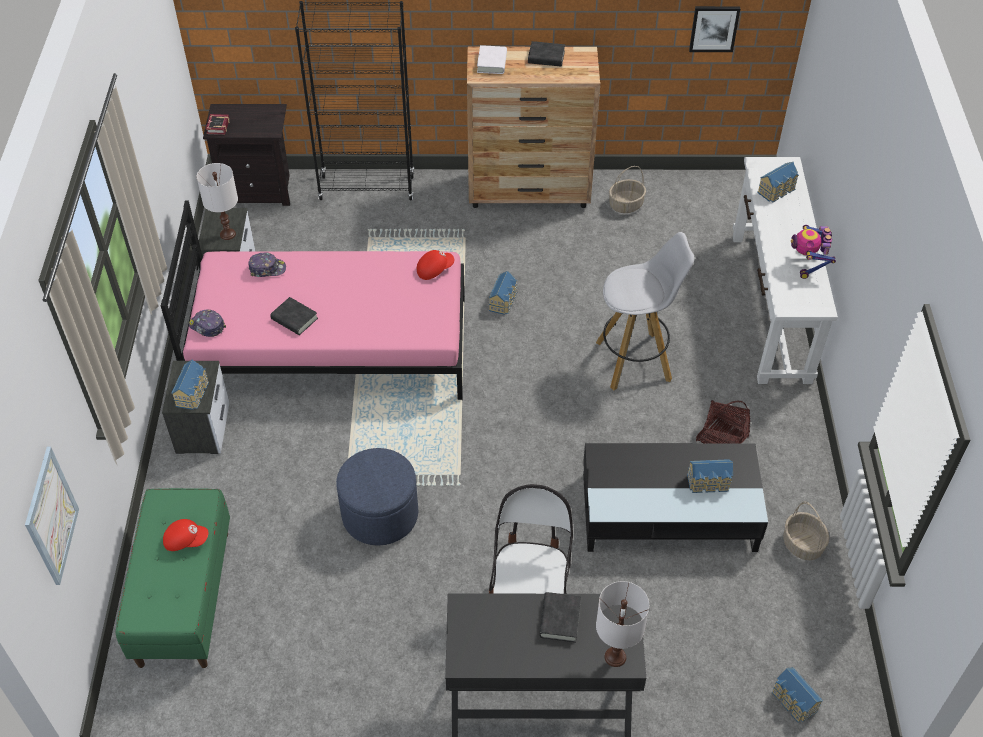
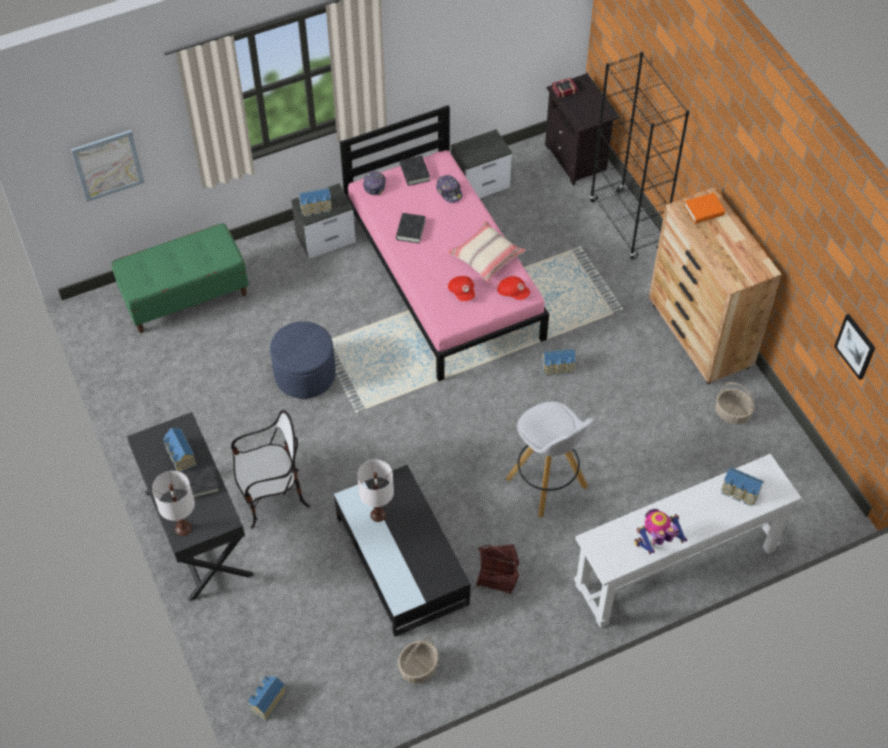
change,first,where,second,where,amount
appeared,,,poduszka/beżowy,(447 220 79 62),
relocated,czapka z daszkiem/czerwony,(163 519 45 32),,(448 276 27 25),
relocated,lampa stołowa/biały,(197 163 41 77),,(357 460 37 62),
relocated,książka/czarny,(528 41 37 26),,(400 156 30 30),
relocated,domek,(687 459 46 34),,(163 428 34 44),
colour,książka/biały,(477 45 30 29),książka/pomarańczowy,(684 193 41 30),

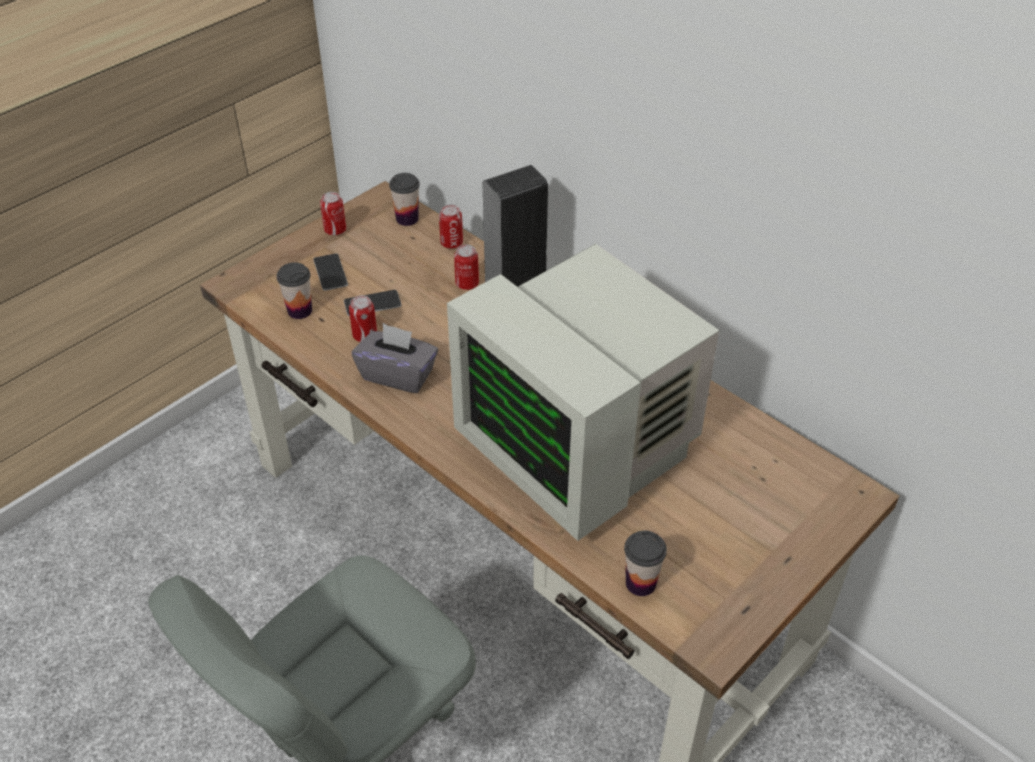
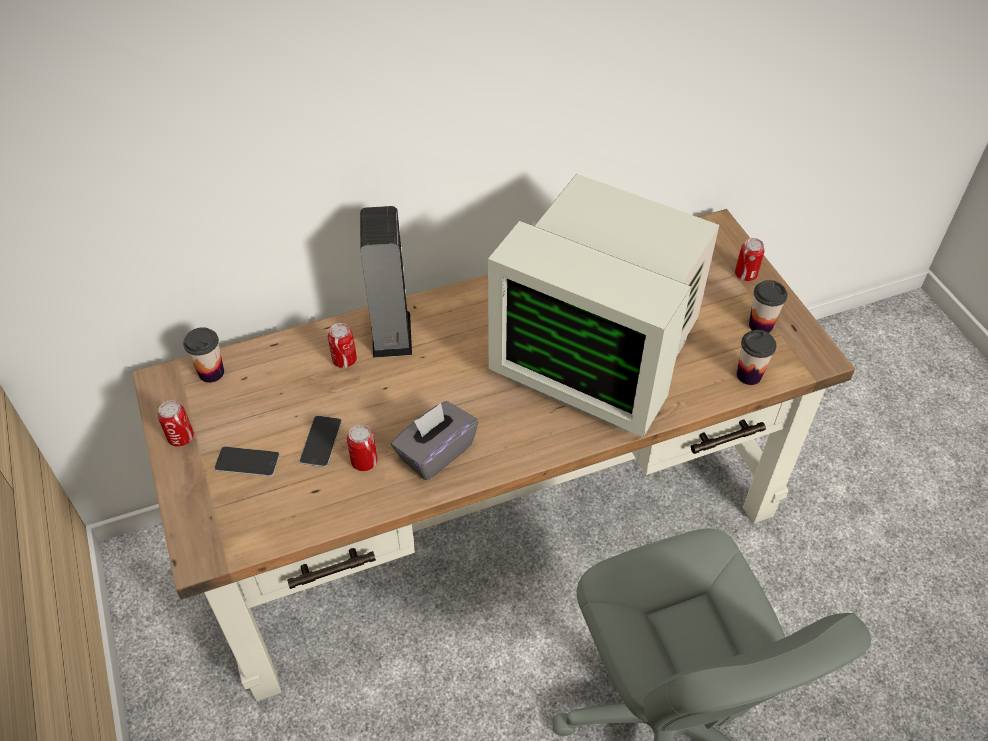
change,first,where,second,where,amount
relocated,filiżanka,(277 262 35 57),,(749 280 38 53),
relocated,puszka,(439 205 24 44),,(735 238 30 43),
spun,monitor,(447 244 272 297),,(488 174 231 263),45 degrees clockwise

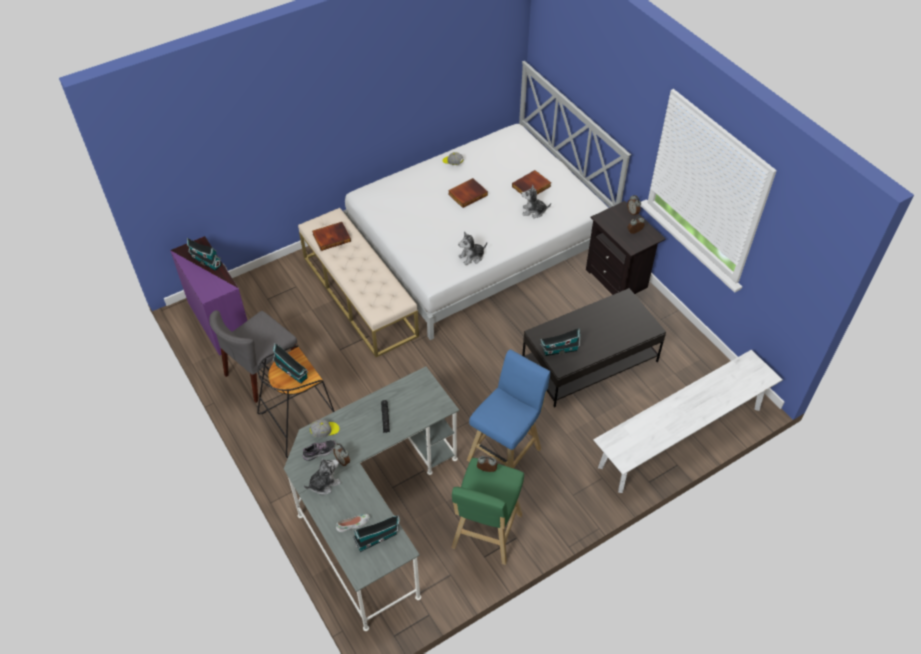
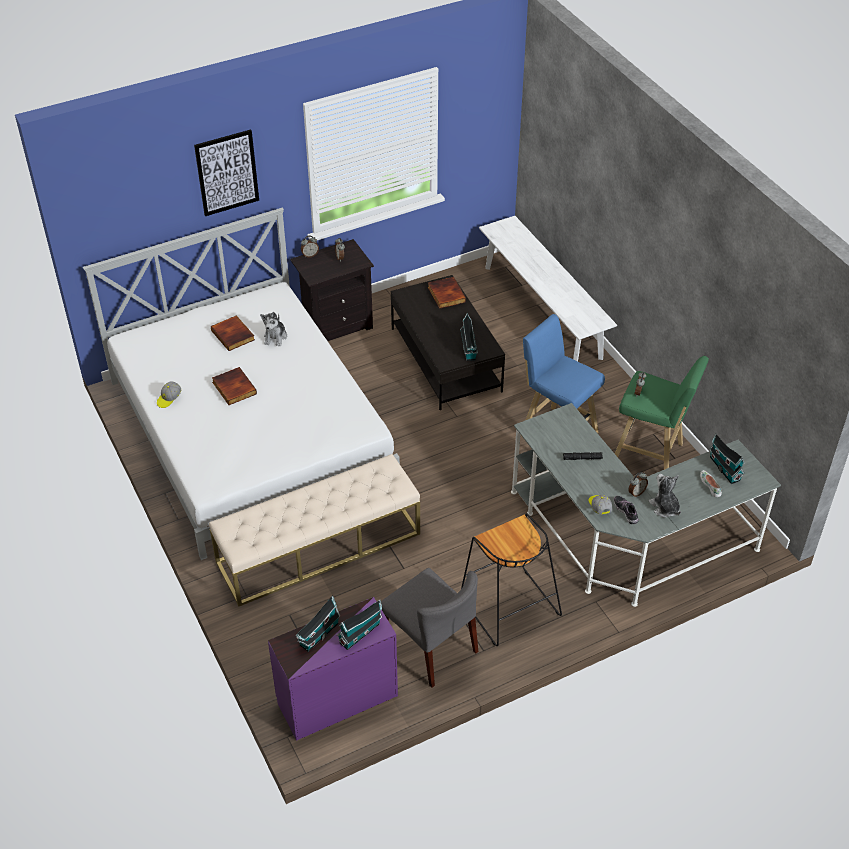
change,first,where,second,where,amount
missing,pluszak,(458 231 29 34),,,
appeared,,,obraz,(194 129 65 87),
relocated,domek,(273 343 35 41),,(337 600 45 50),
relocated,książka,(312 222 39 29),,(428 277 38 32),

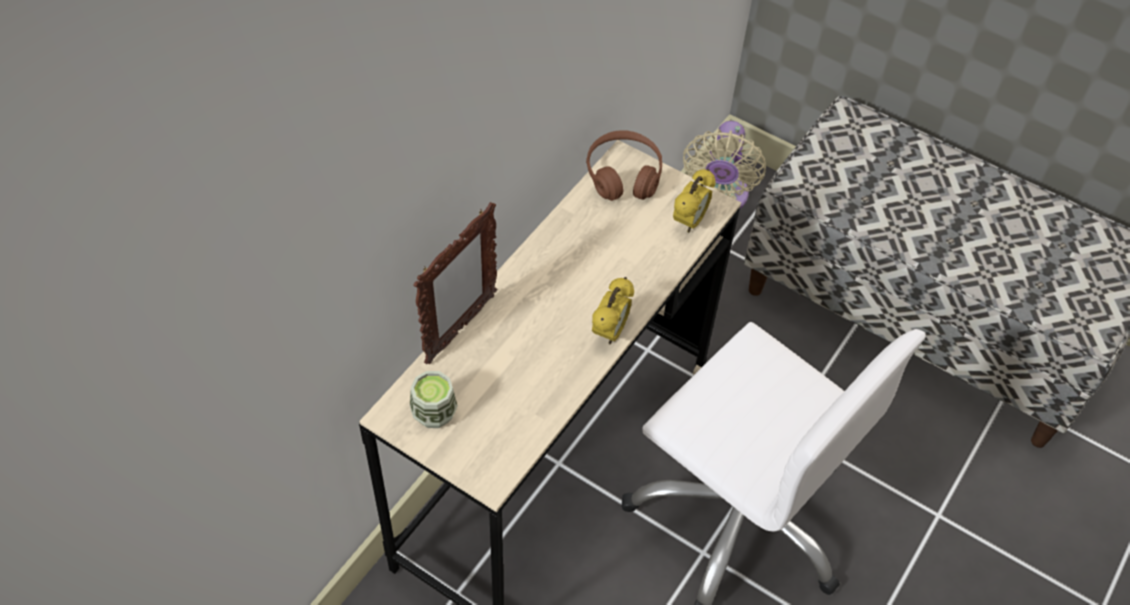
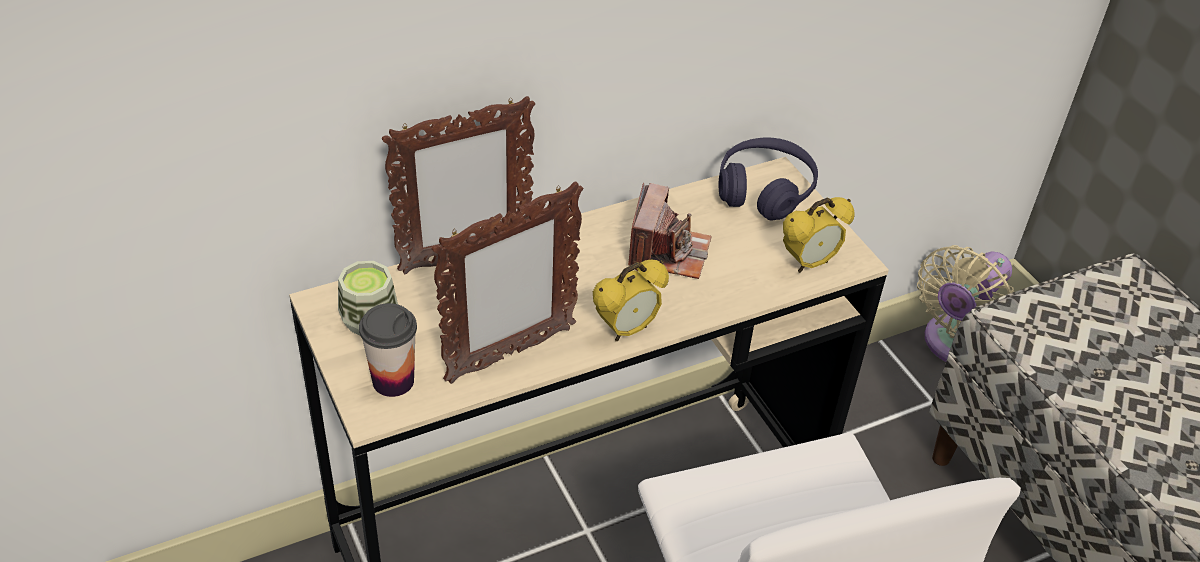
change,first,where,second,where,amount
appeared,,,filiżanka,(359 303 58 94),
appeared,,,ramka na zdjęcie,(431 182 152 202),
appeared,,,aparat fotograficzny,(628 183 84 96),
colour,słuchawki/brązowy,(586 130 76 71),słuchawki/fioletowy,(719 137 99 84),

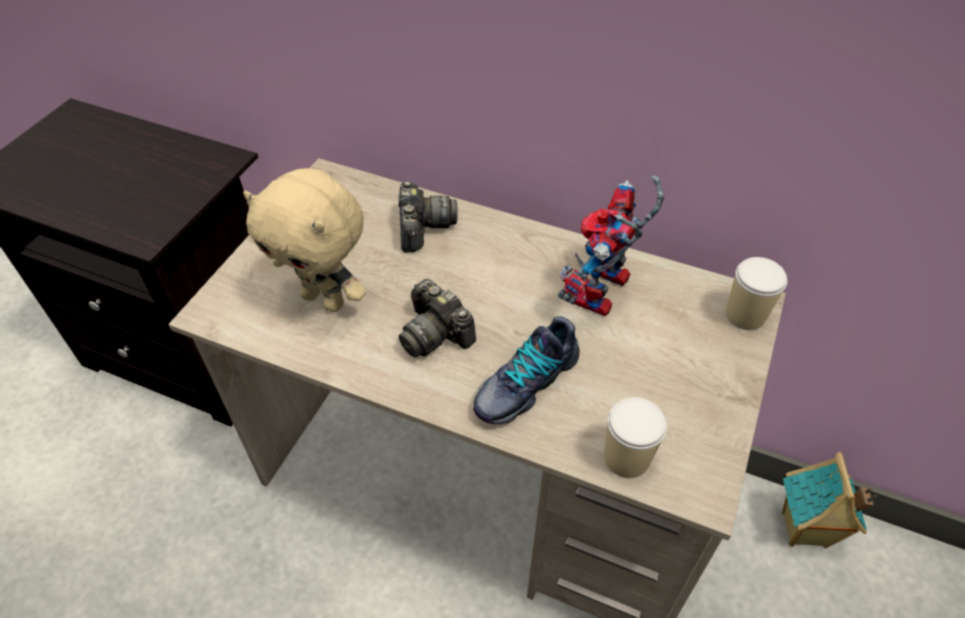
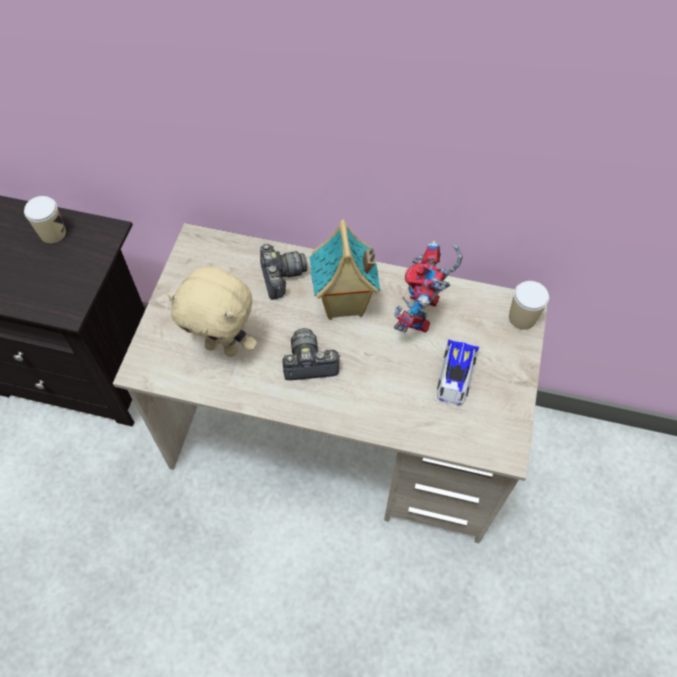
change,first,where,second,where,amount
missing,but,(473 316 107 109),,,
appeared,,,samochodzik,(437 339 42 66),
relocated,filiżanka,(604 397 63 81),,(24 196 42 47),
relocated,domek,(782 452 95 96),,(310 220 71 100),
spun,aparat fotograficzny,(398 279 78 79),,(282 328 59 52),135 degrees clockwise

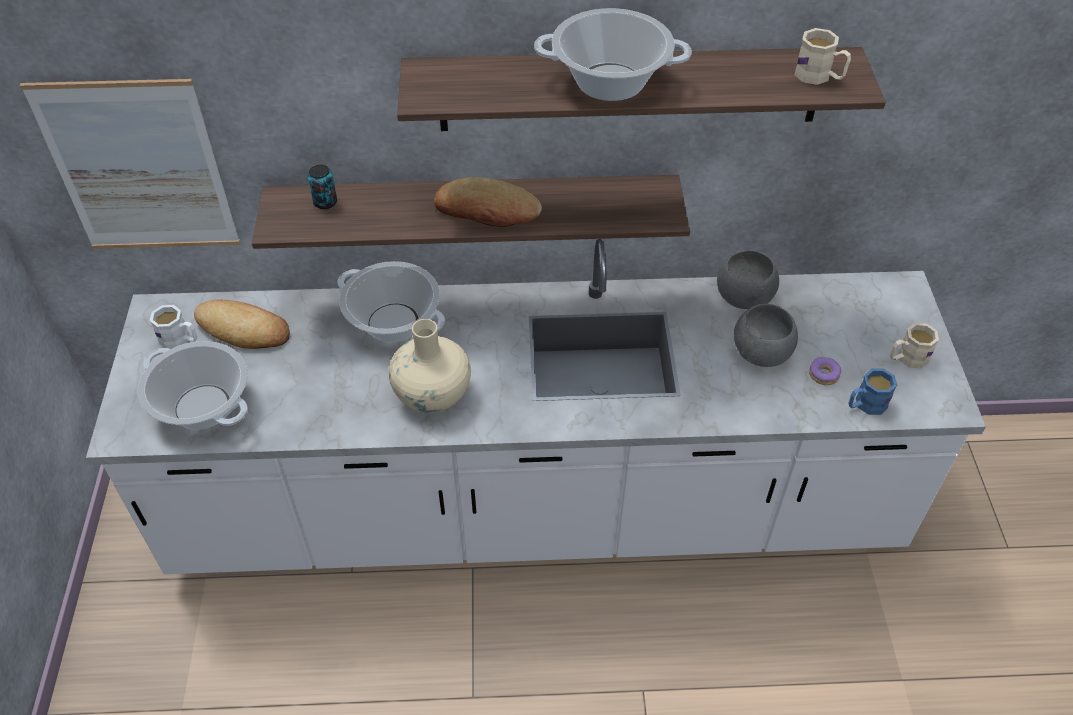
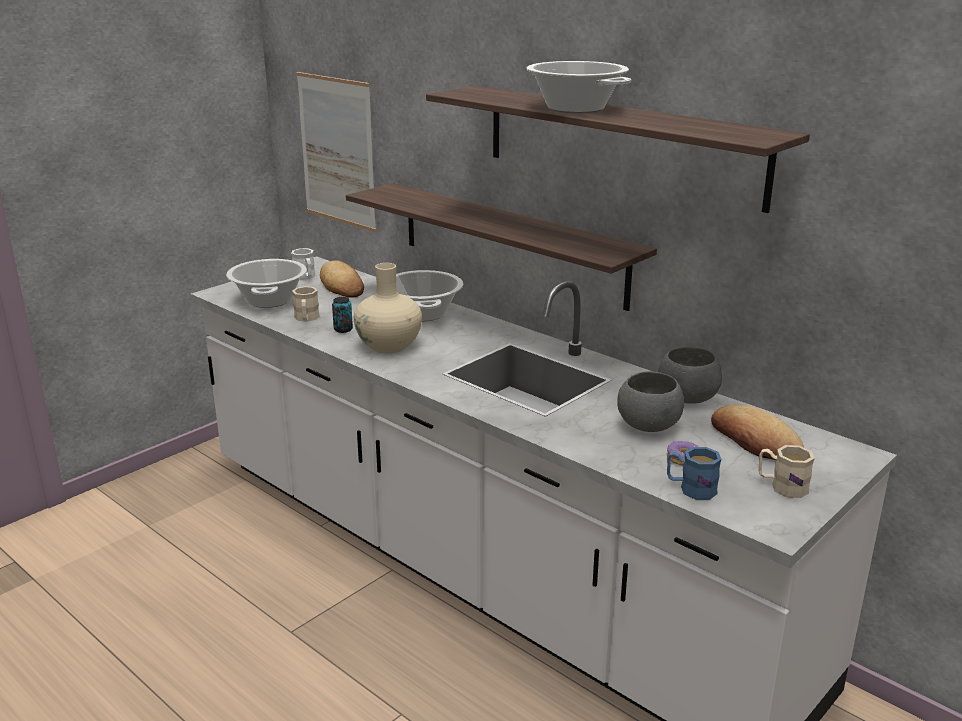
change,first,where,second,where,amount
relocated,puszka,(308 165 29 44),,(332 297 21 36),
relocated,chleb,(434 177 108 50),,(711 404 93 56),
relocated,kubek/beżowy,(795 28 56 57),,(292 286 28 36),

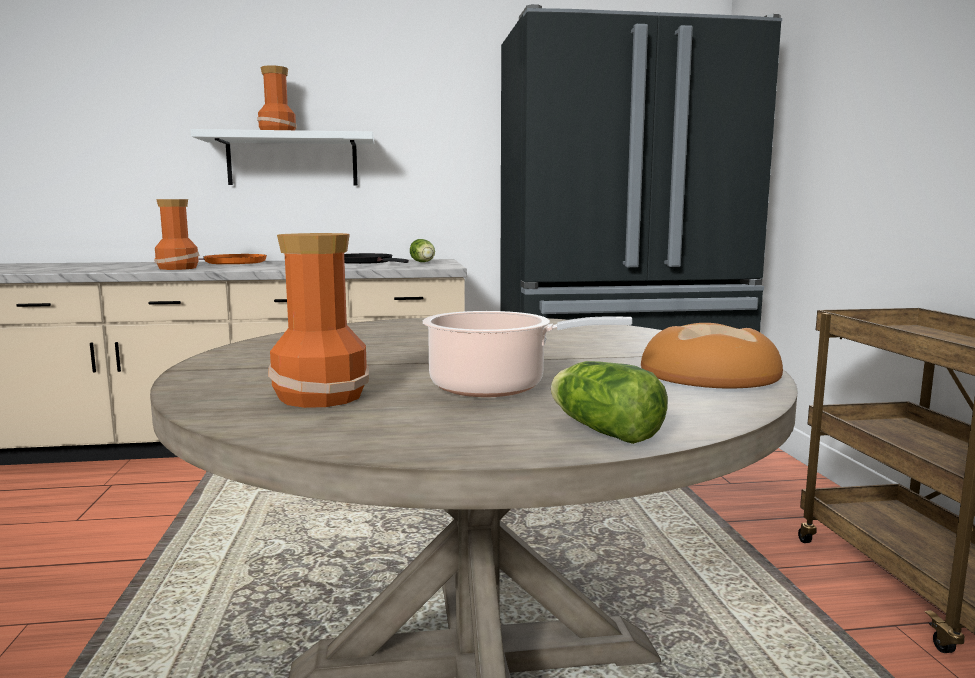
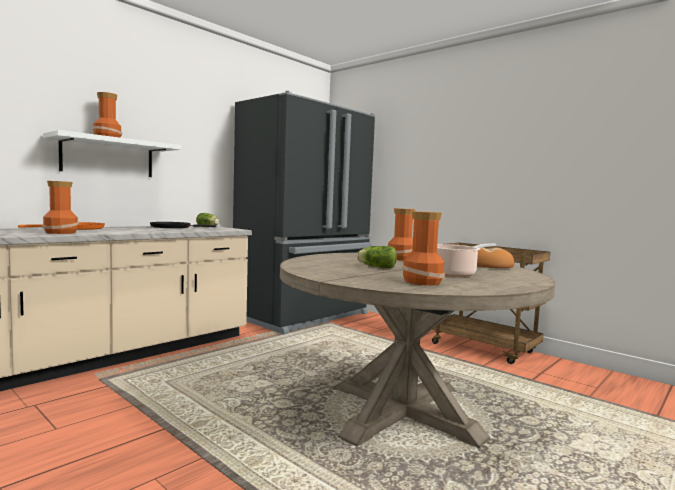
change,first,where,second,where,amount
appeared,,,wazon,(388 208 27 53),
relocated,sałata,(551 361 117 83),,(357 246 40 22),

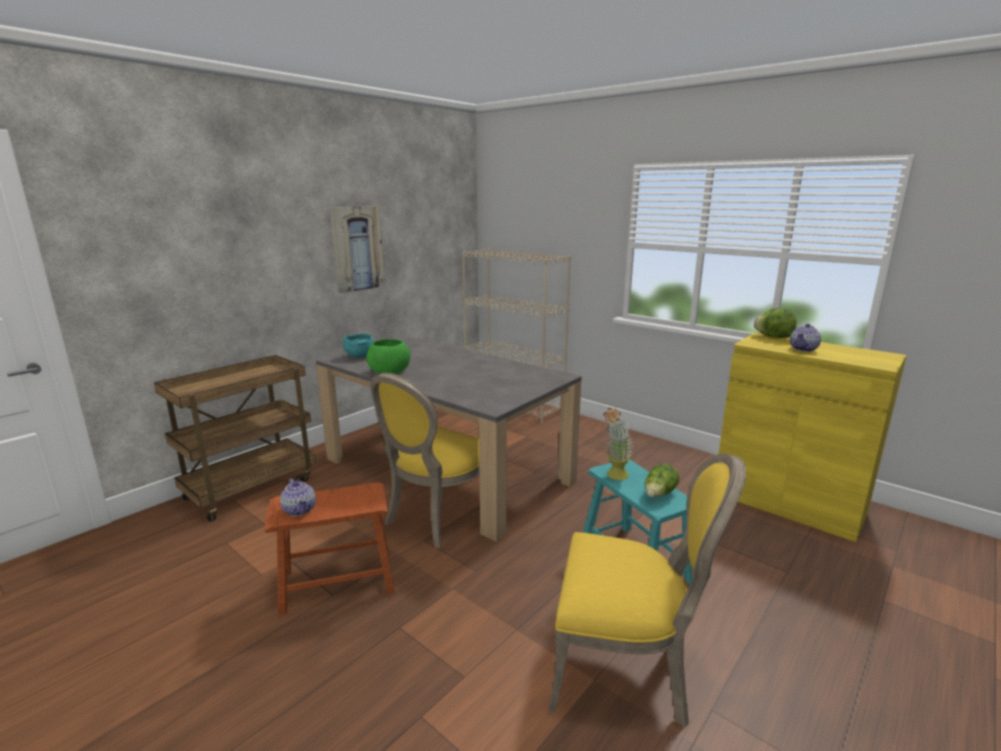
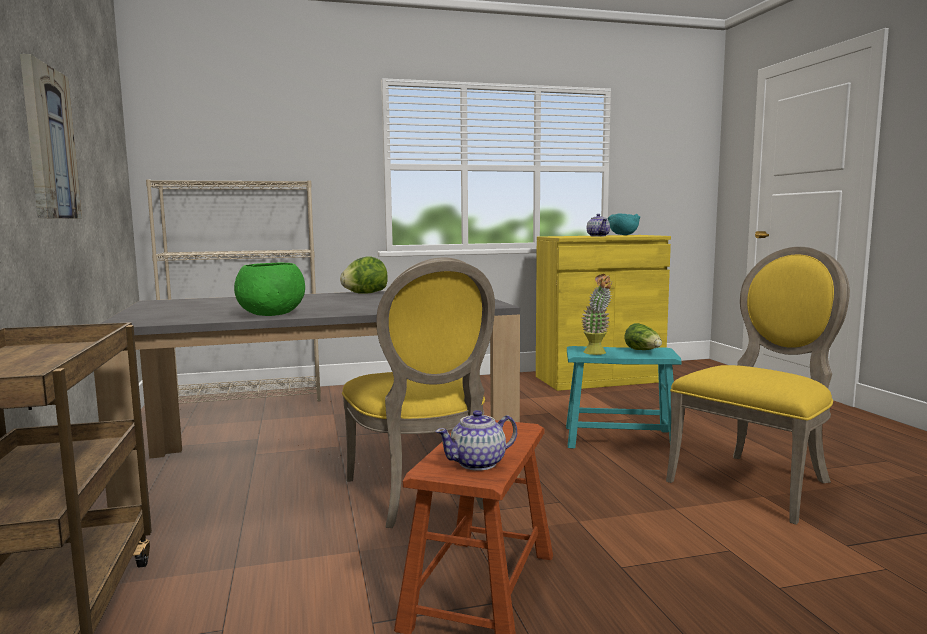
change,first,where,second,where,amount
relocated,miska/turkusowy,(343 333 31 25),,(607 214 33 21),
relocated,sałata,(754 308 42 30),,(340 256 48 38),
spun,imbryk,(280 478 36 38),,(435 410 82 61),150 degrees clockwise

